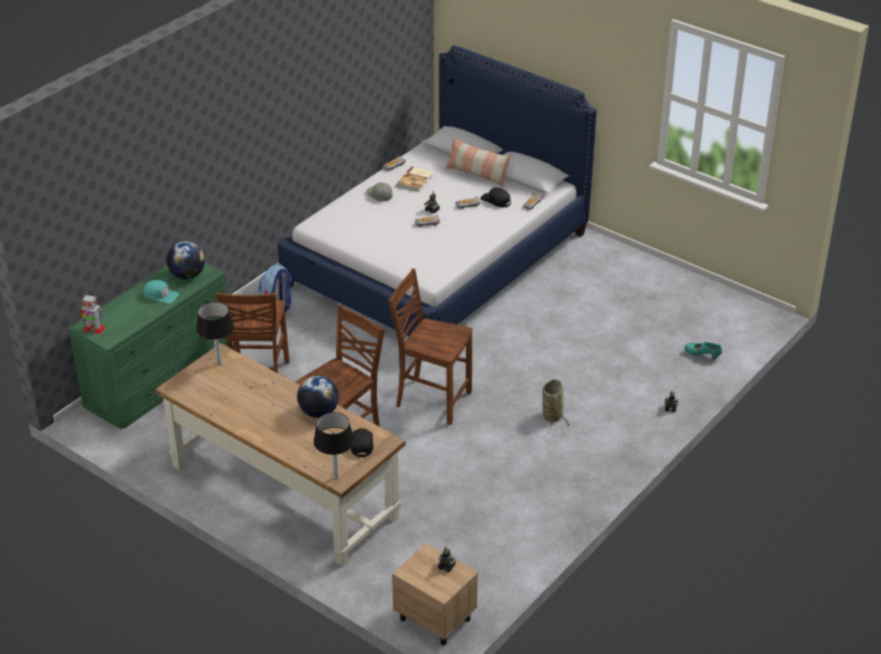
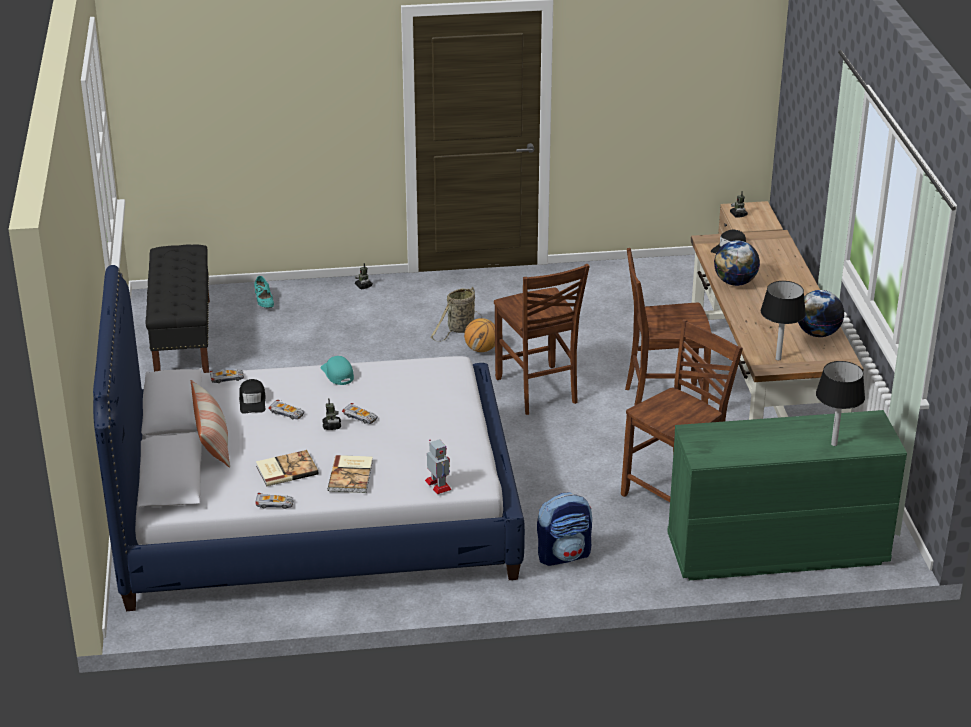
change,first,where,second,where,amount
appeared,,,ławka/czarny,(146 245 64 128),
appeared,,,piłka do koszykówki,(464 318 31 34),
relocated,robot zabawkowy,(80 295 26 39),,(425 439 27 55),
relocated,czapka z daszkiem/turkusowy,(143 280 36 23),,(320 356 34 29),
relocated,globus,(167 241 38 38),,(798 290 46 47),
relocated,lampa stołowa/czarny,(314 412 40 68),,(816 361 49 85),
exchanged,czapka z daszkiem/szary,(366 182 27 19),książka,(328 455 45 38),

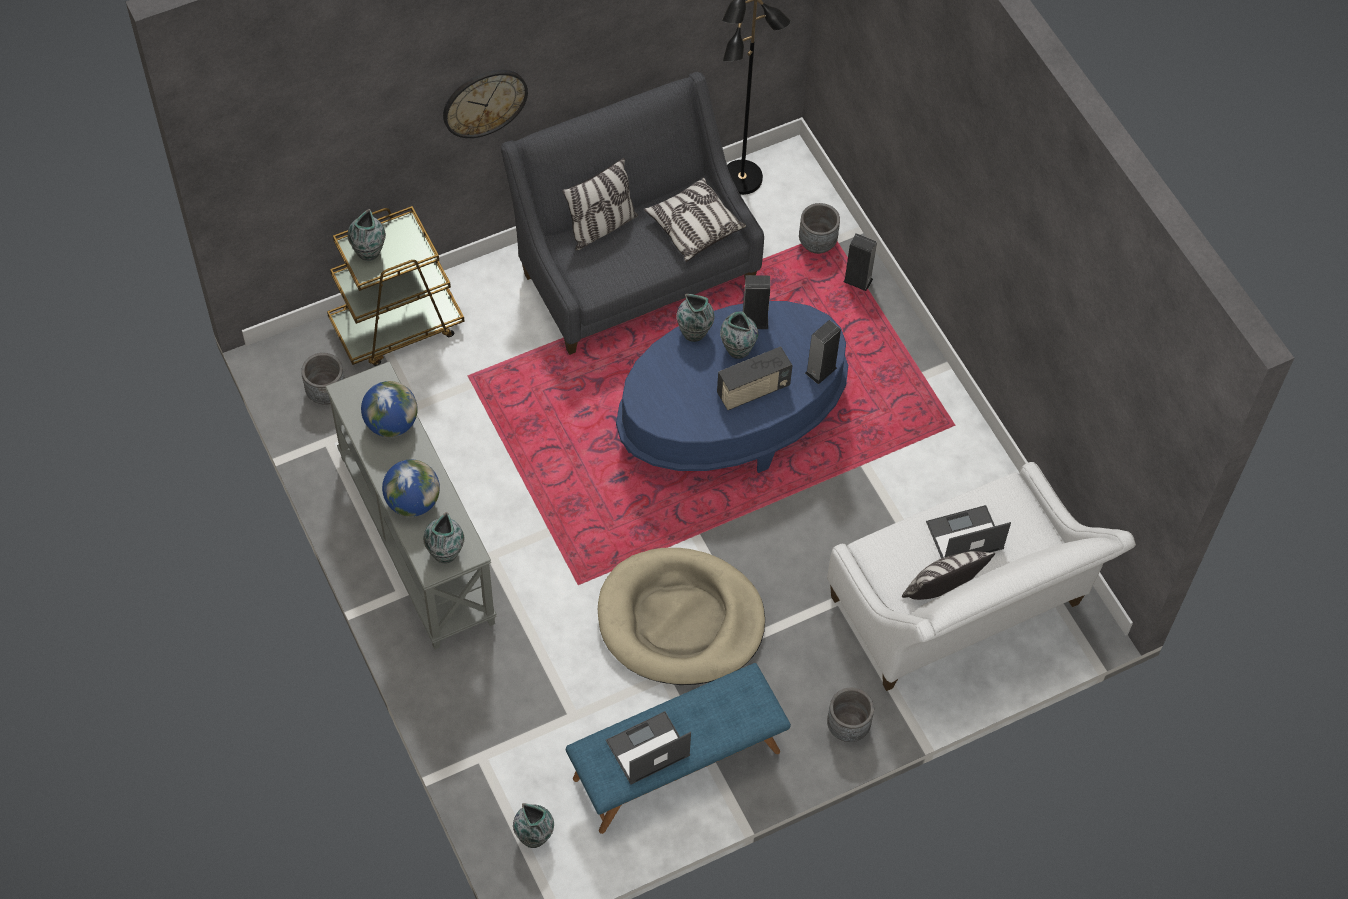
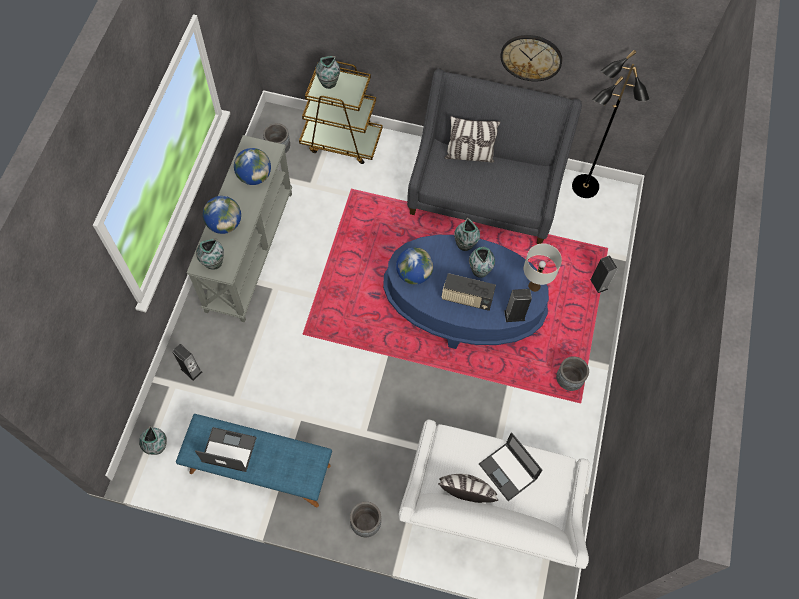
change,first,where,second,where,amount
missing,legowisko/beżowy,(598 548 167 137),,,
missing,poduszka,(644 177 102 85),,,
appeared,,,globus,(396 247 37 37),
appeared,,,lampa stołowa/biały,(524 243 38 49),
relocated,zegar ścienny,(443 70 85 68),,(500 35 62 47),
relocated,głośnik,(743 275 27 54),,(172 344 30 37),
relocated,donica/szary,(799 203 41 51),,(556 356 33 35),
spun,laptop,(926 505 85 54),,(479 432 64 69),150 degrees counterclockwise

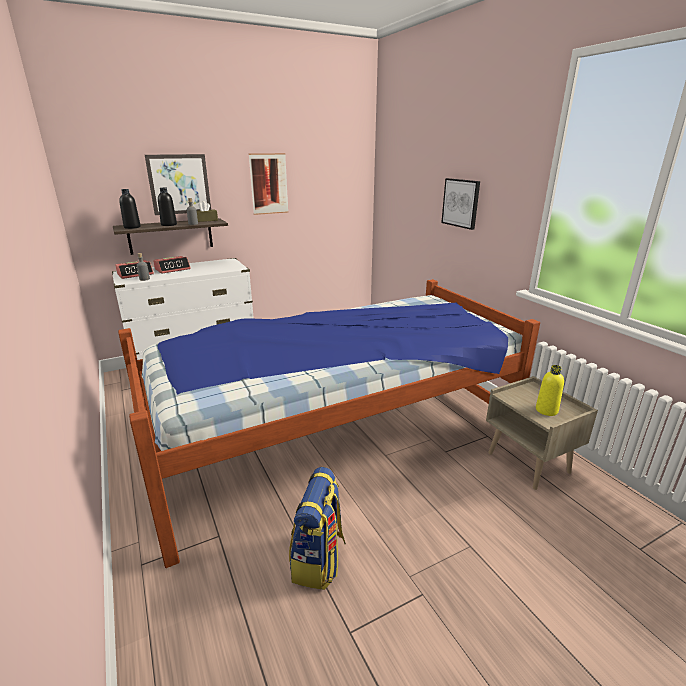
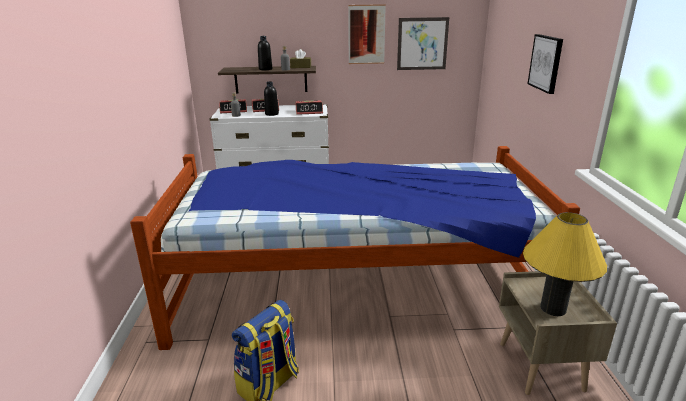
change,first,where,second,where,amount
appeared,,,budzik,(295 100 28 15),
relocated,butelka/czarny,(119 189 22 40),,(264 81 15 35),
relocated,obraz,(145 154 66 61),,(397 17 52 53),
exchanged,butelka/żółty,(536 365 28 51),lampa stołowa/żółty,(523 212 84 104),

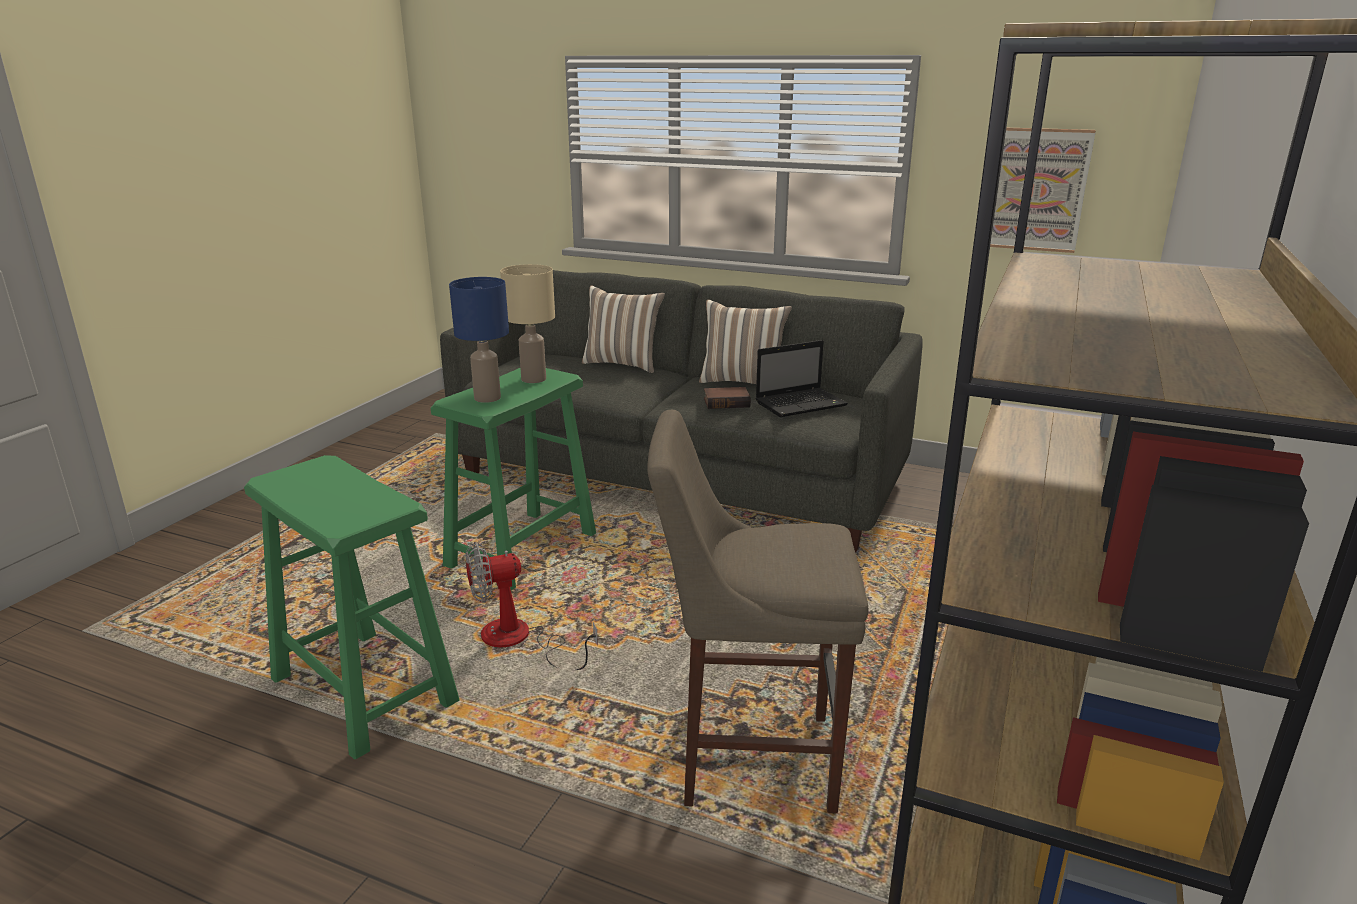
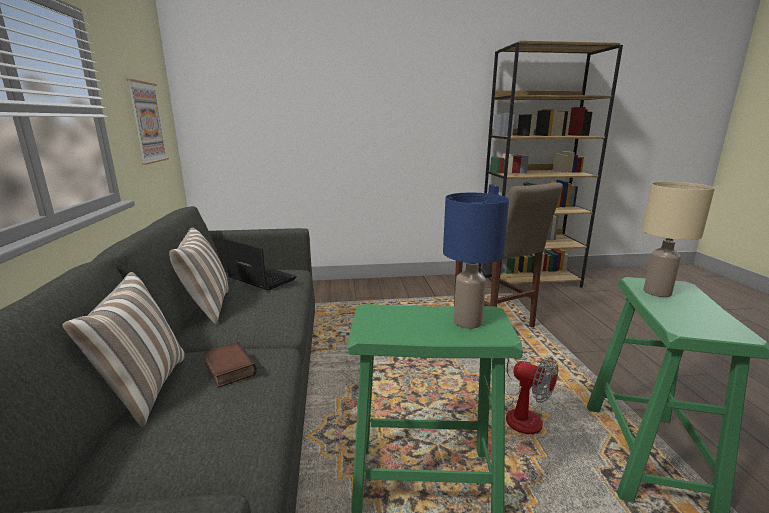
change,first,where,second,where,amount
relocated,lampa stołowa/beżowy,(500 264 55 119),,(642 182 73 115),
relocated,książka,(704 387 47 22),,(203 342 54 46),

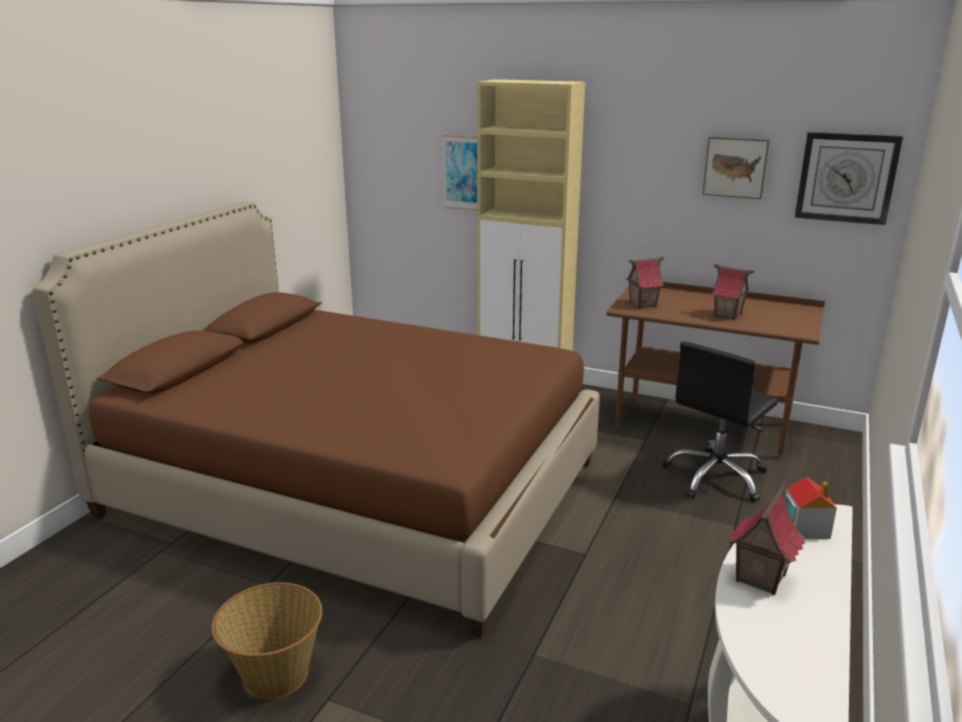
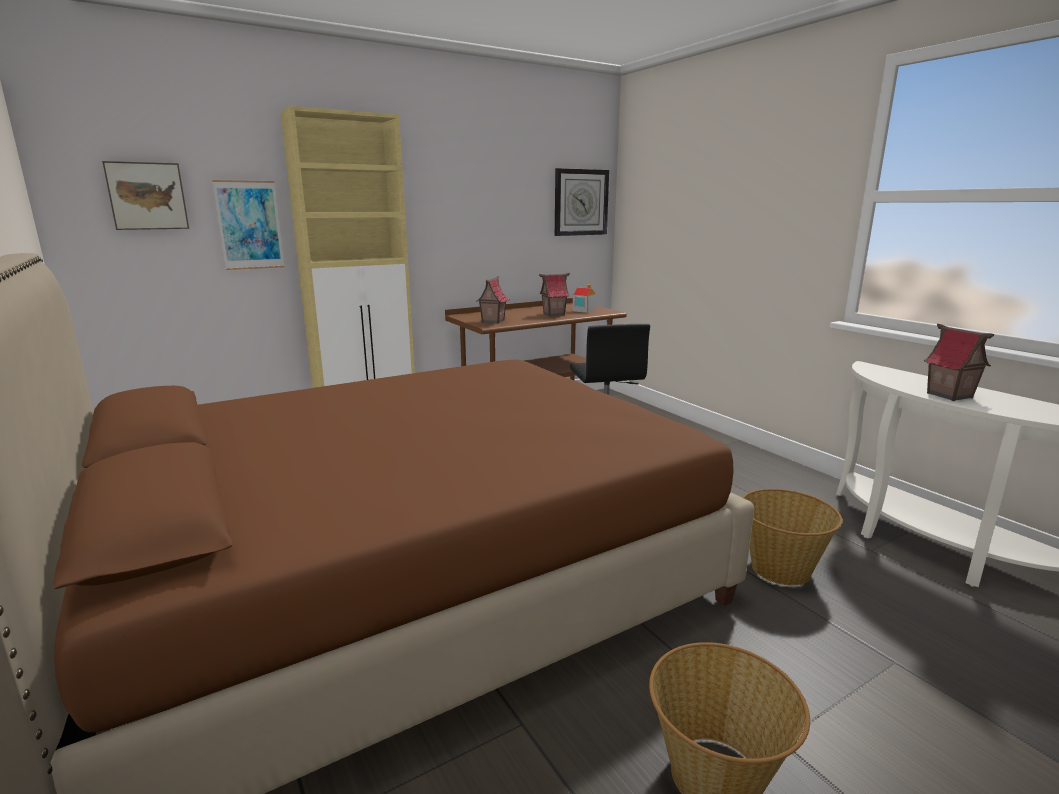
change,first,where,second,where,amount
appeared,,,koszyk,(742 489 100 97),
relocated,obraz,(703 136 67 63),,(102 161 87 69),
relocated,domek,(785 477 52 62),,(573 284 23 29),

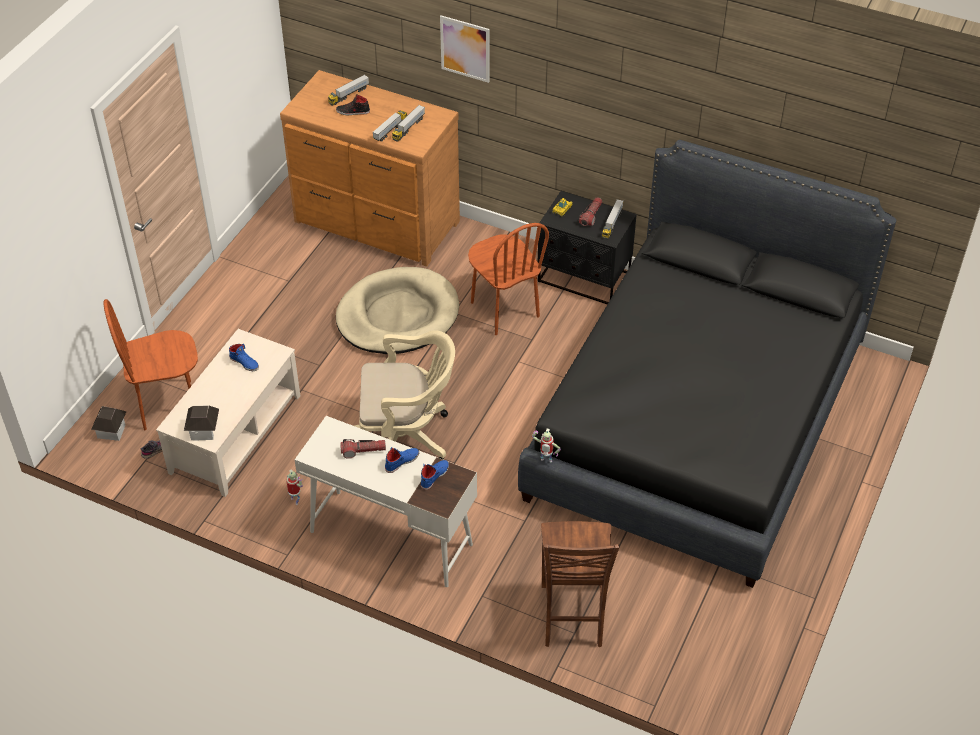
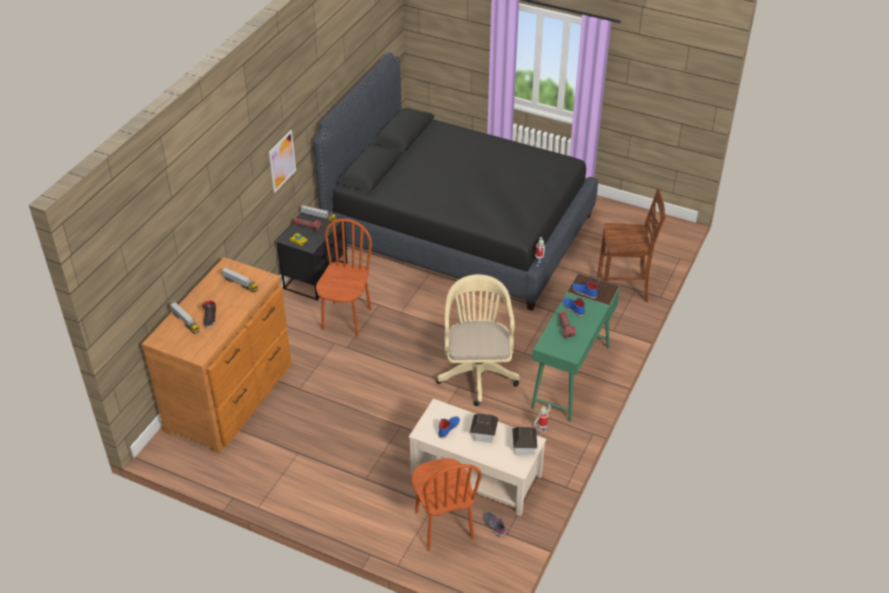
change,first,where,second,where,amount
missing,legowisko/beżowy,(336 267 123 87),,,
missing,ciężarówka zabawkowa,(372 110 35 32),,,
relocated,domek,(91 406 35 35),,(470 414 29 29),
relocated,obraz,(440 15 49 68),,(269 130 27 63),
colour,biurko/biały,(295 416 182 171),biurko/zielony,(531 273 89 149),
spun,krzesło/brązowy,(468 223 81 112),,(316 218 56 118),45 degrees counterclockwise

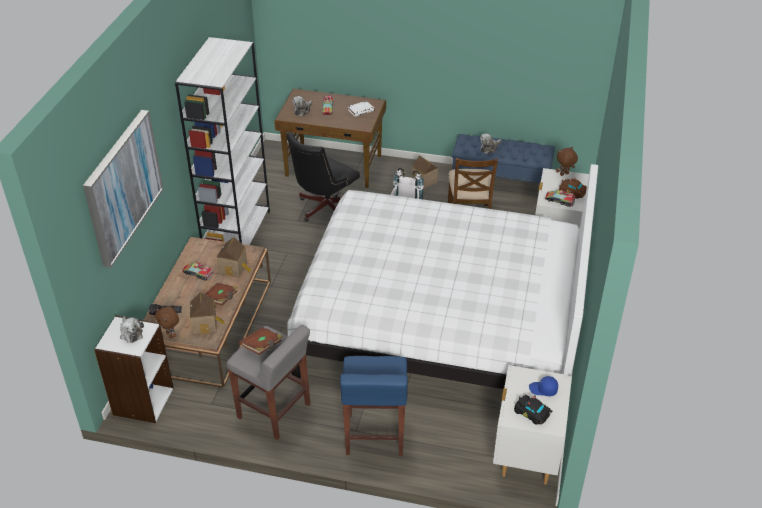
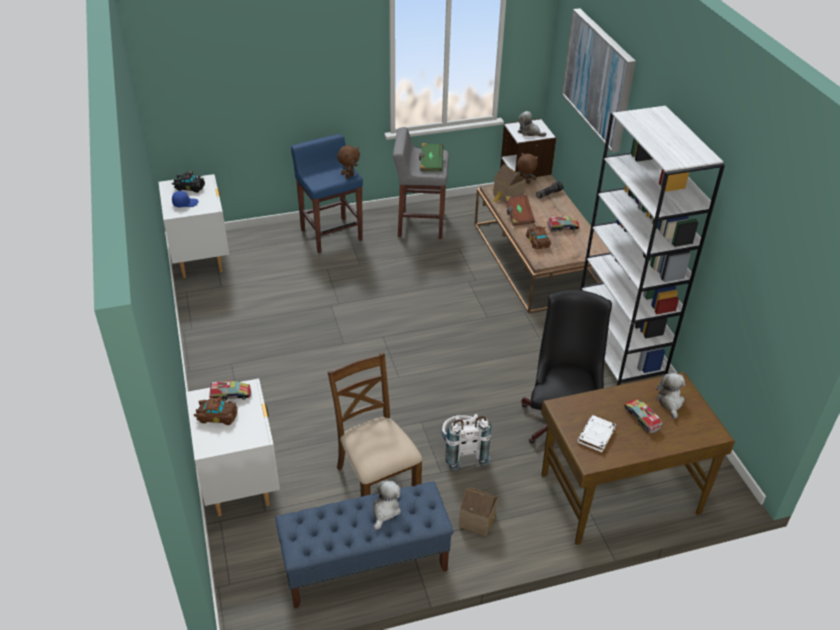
change,first,where,second,where,amount
missing,łóżko/biały,(287 164 311 225),,,
relocated,pluszak/brązowy,(556 147 22 29),,(337 145 23 33),
exchanged,domek,(217 237 34 40),samochodzik/brązowy,(526 224 25 25),
colour,książka/brązowy,(239 327 44 28),książka/zielony,(419 143 25 28),

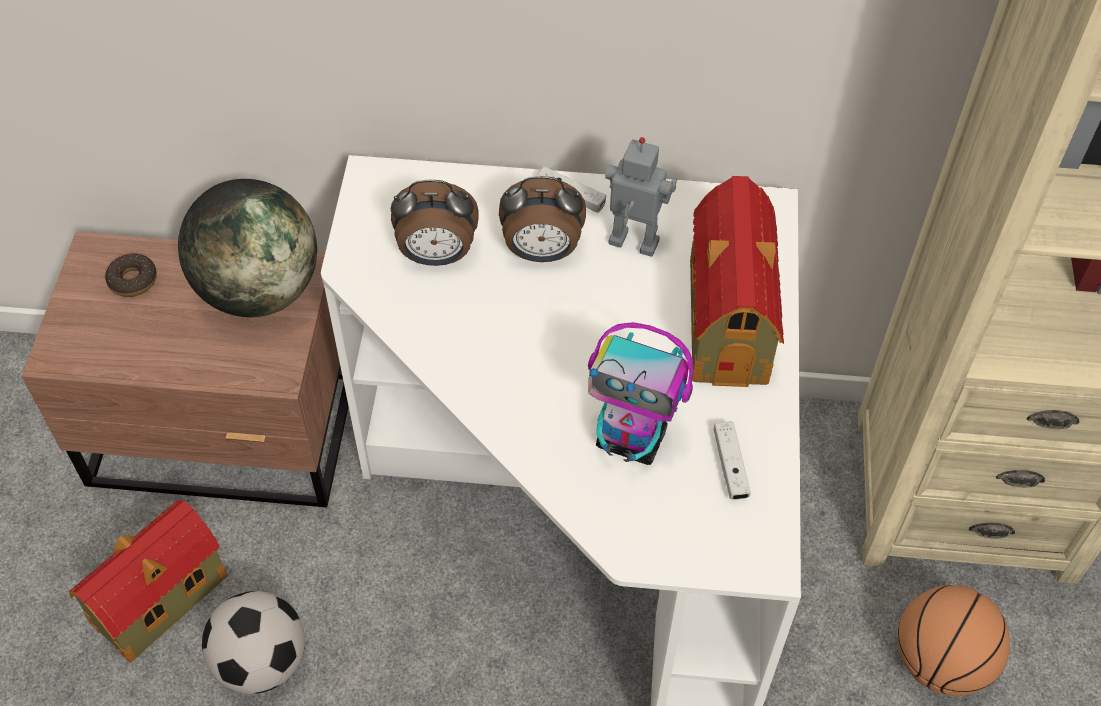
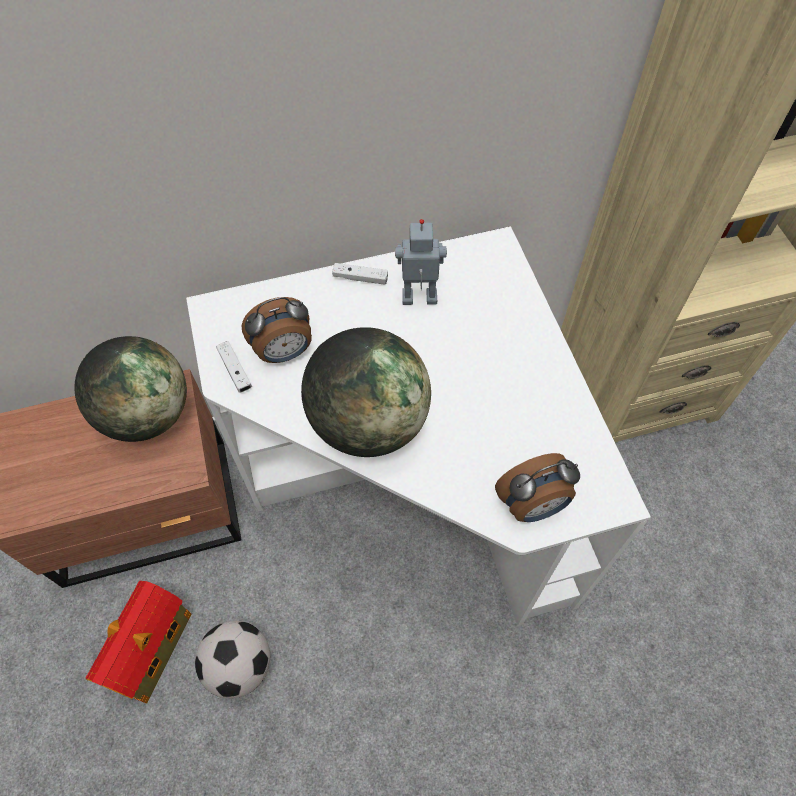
change,first,where,second,where,amount
missing,donut,(105 253 52 44),,,
missing,robot zabawkowy,(588 322 105 143),,,
missing,domek,(690 176 94 211),,,
missing,piłka do koszykówki,(898 585 112 111),,,
appeared,,,globus,(301 327 130 130),
relocated,budzik,(499 176 87 86),,(495 453 85 69),
relocated,pad do gier/biały,(714 421 37 79),,(216 341 36 52),

